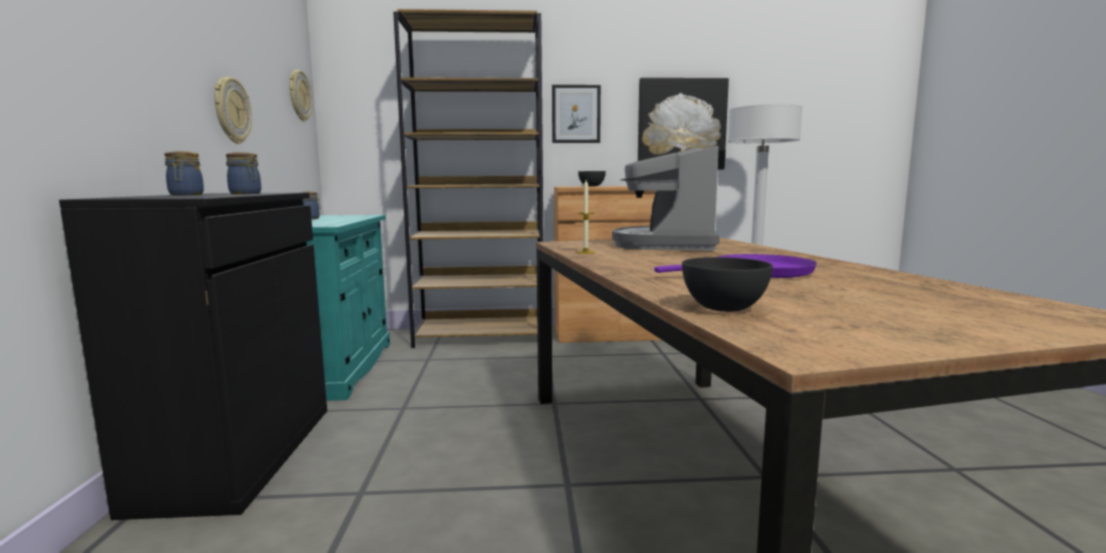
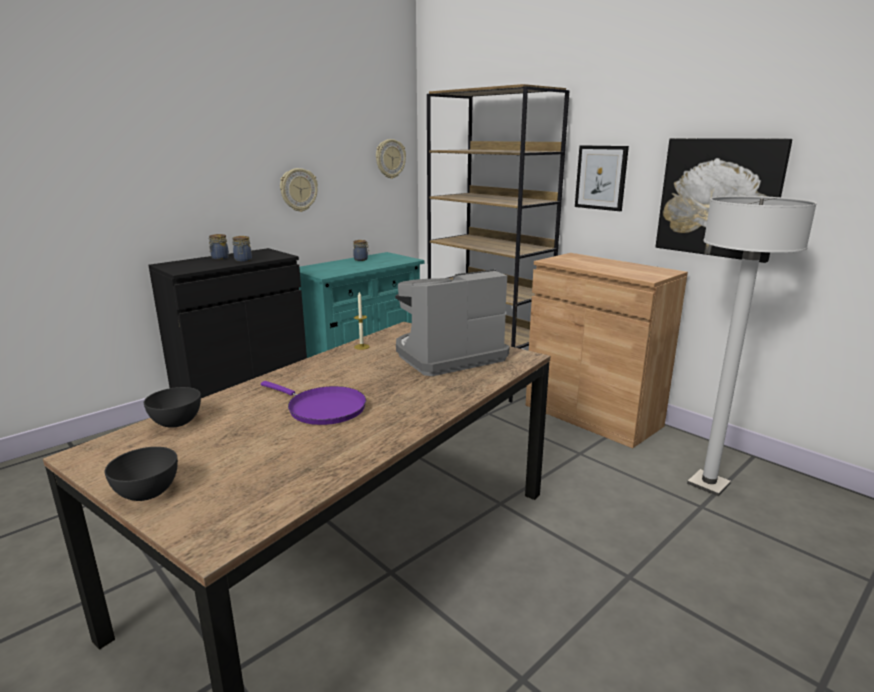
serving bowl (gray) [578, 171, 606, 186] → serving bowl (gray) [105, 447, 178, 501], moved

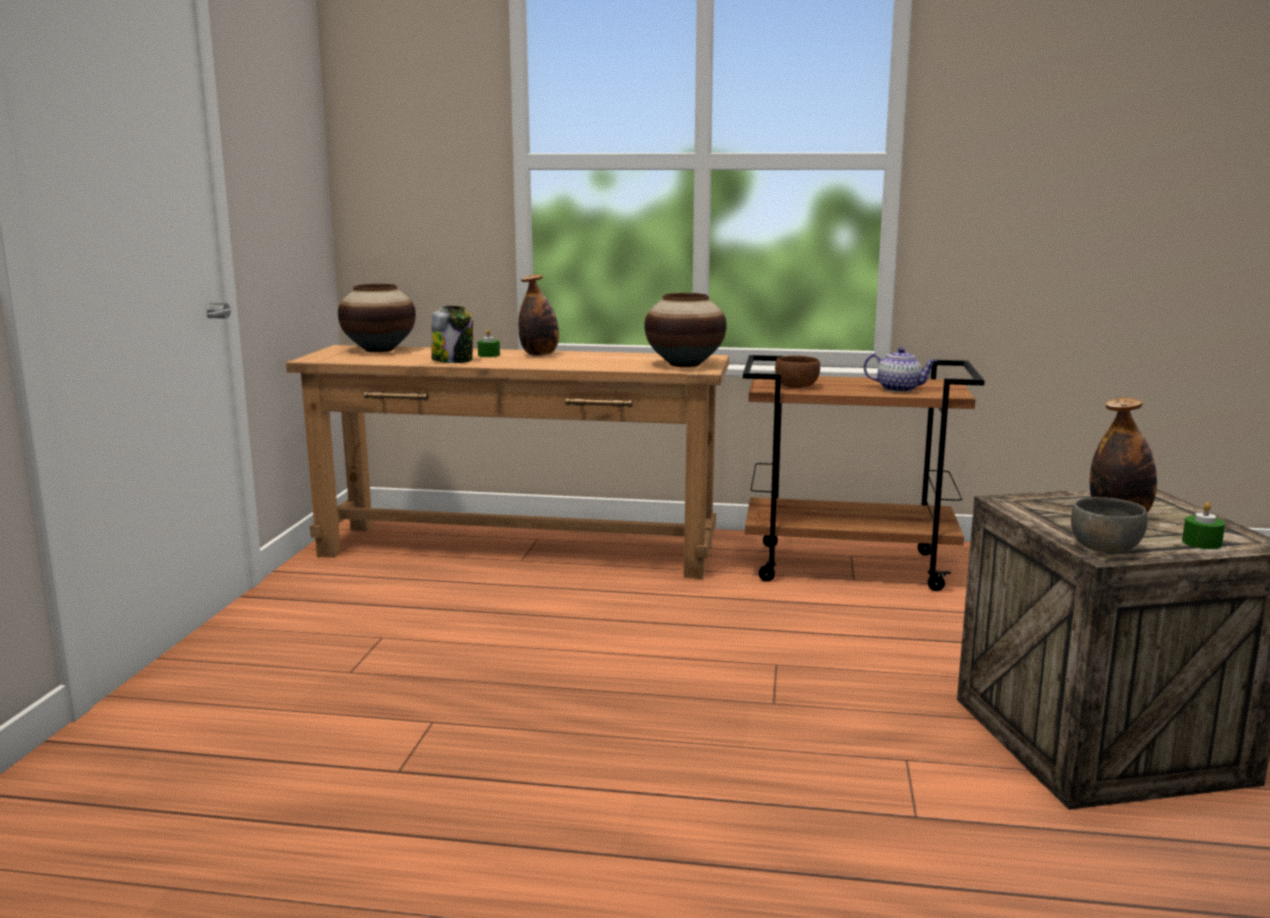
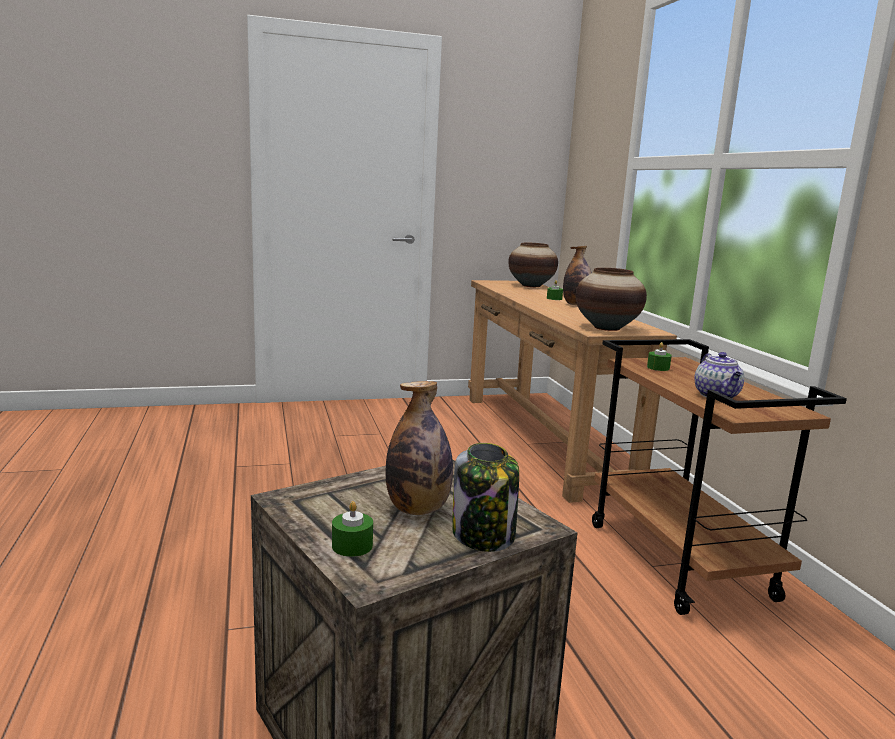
jar [431, 306, 473, 363] → jar [452, 443, 519, 552], moved
serving bowl (brown) [775, 356, 820, 388] → candle (green) [647, 342, 672, 371]
serving bowl (gray) [1071, 497, 1148, 553] → -

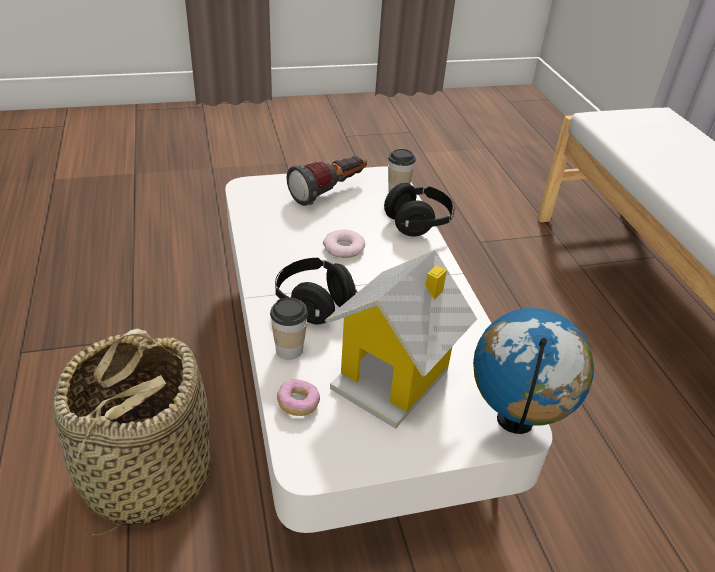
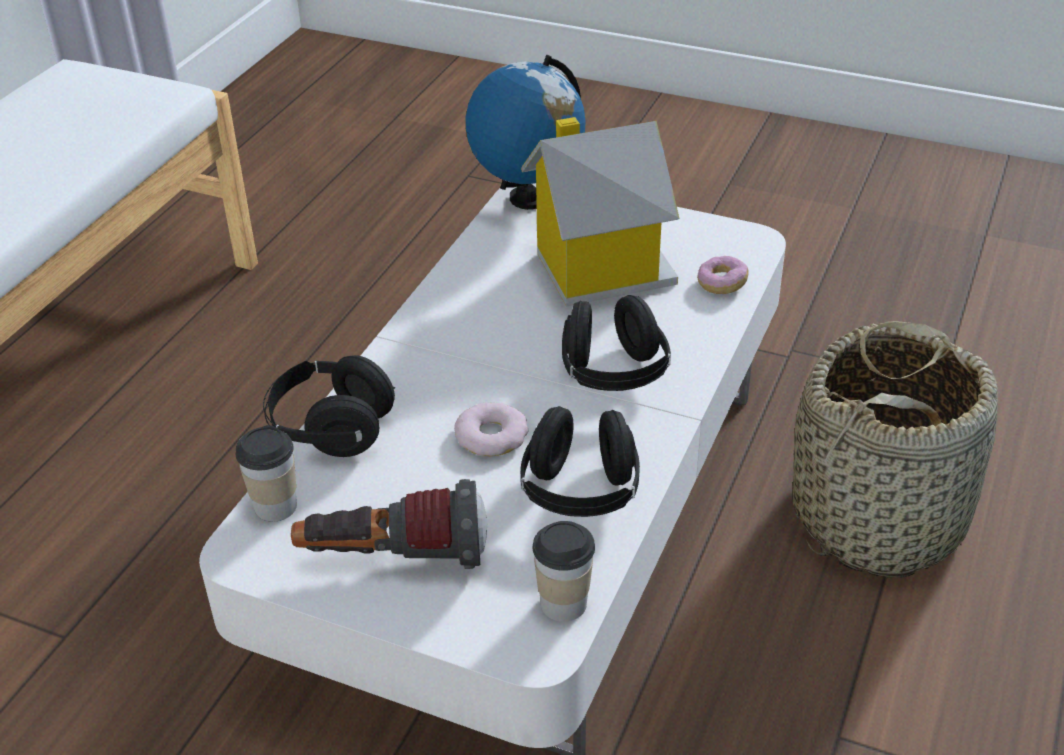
drinking cup [270, 298, 308, 360] → drinking cup [533, 521, 595, 622], moved
- → headset (black) [521, 406, 640, 517]

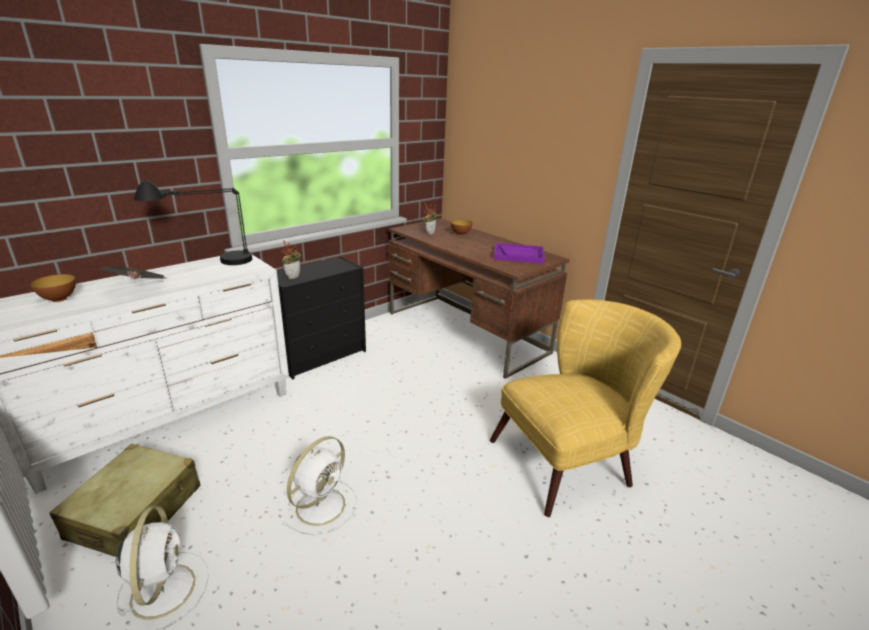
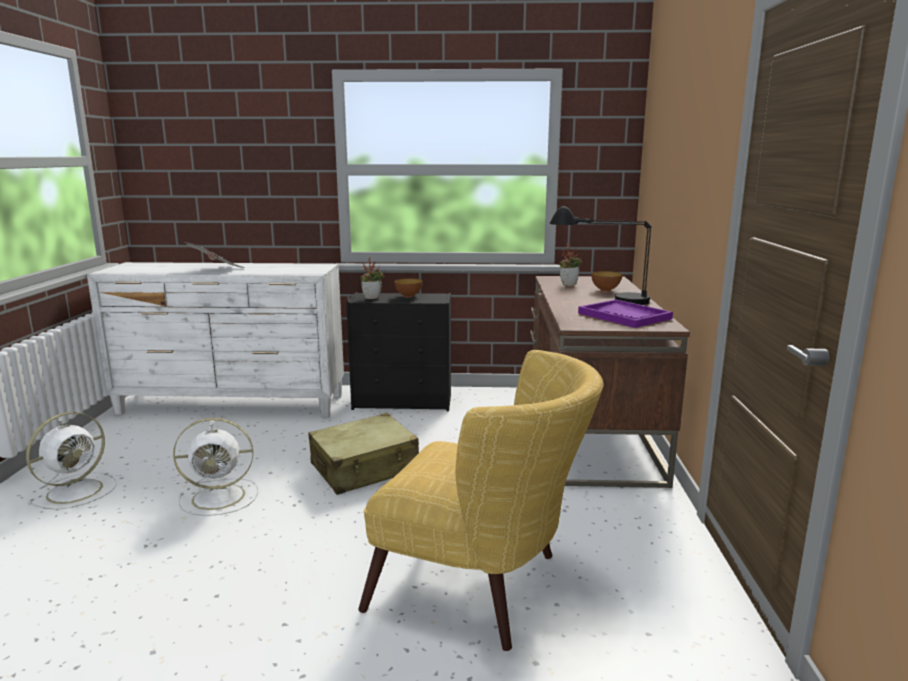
tabletop lamp (black) [134, 181, 252, 265] → tabletop lamp (black) [550, 206, 652, 305], moved
serving bowl [30, 274, 76, 302] → serving bowl [394, 278, 423, 298], moved
piece of luggage (beige) [49, 444, 201, 557] → piece of luggage (beige) [308, 413, 419, 495], moved

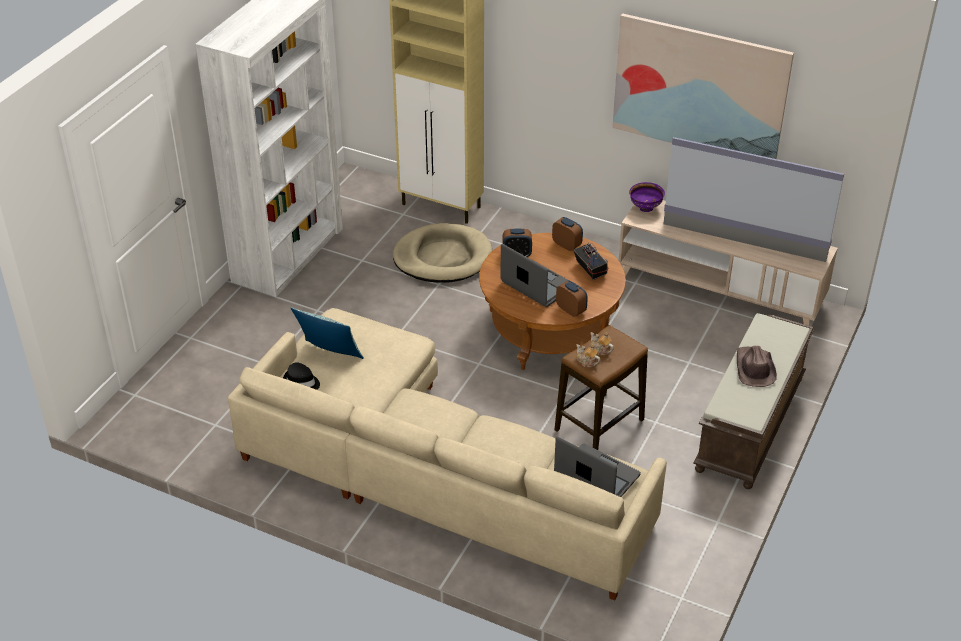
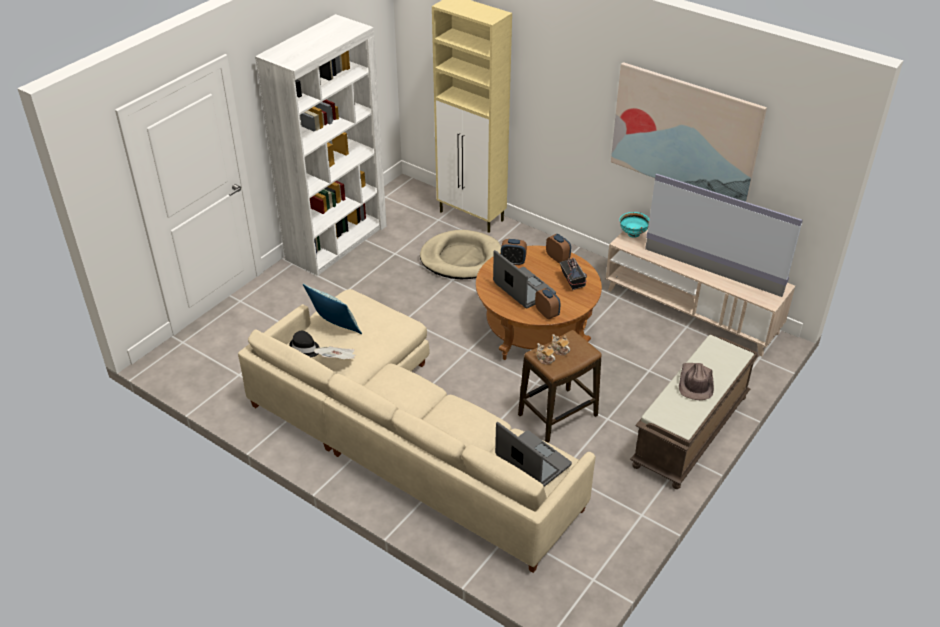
serving bowl (purple-coloured) [629, 182, 665, 212] → serving bowl (blue-green) [619, 212, 649, 238]
- → printed paper [314, 346, 356, 359]

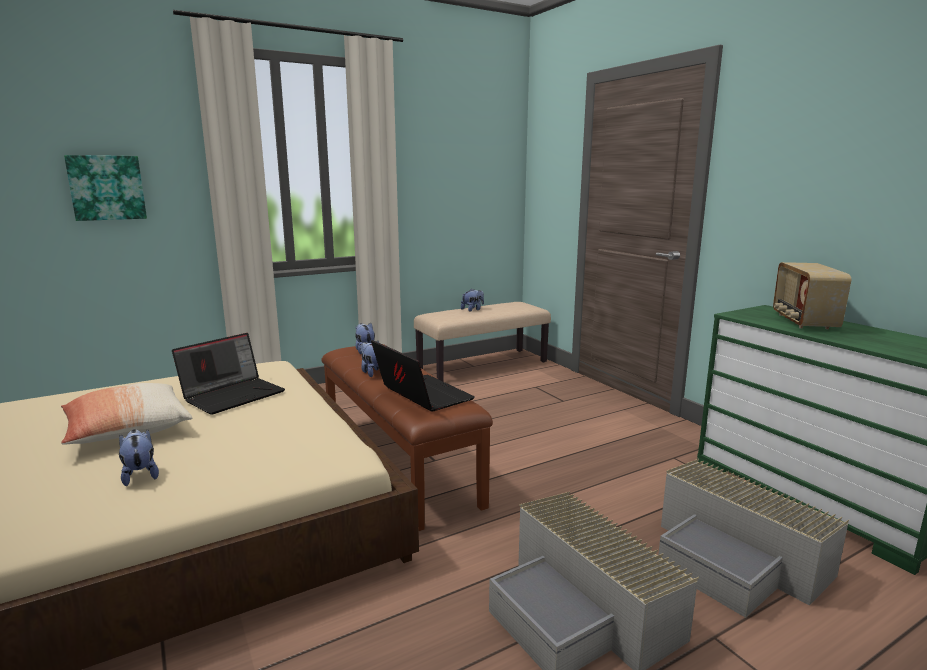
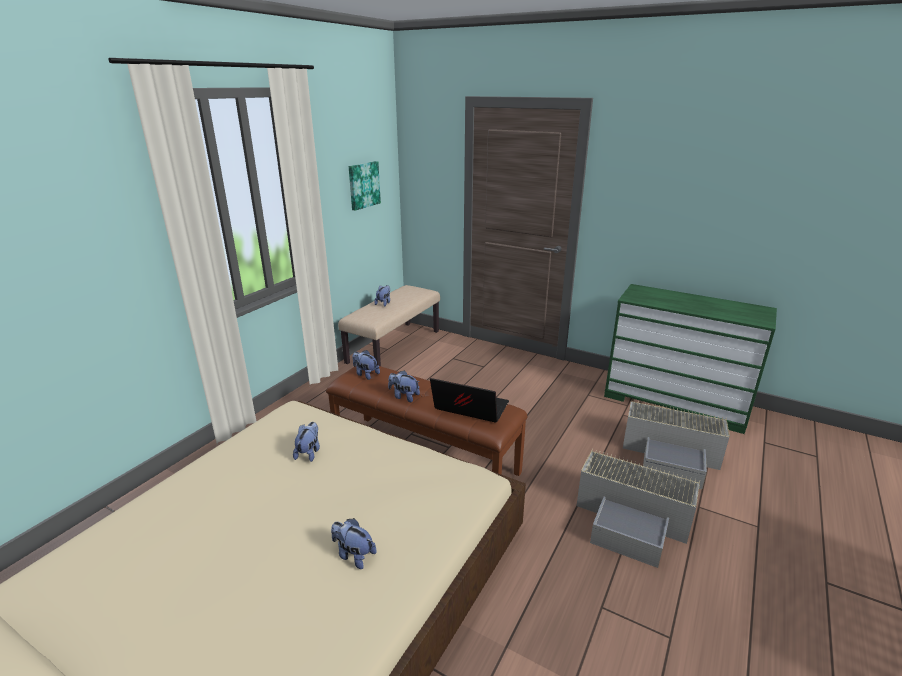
wall art [64, 155, 147, 221] → wall art [349, 161, 381, 211], moved
radio [773, 262, 851, 329] → -
portable computer [172, 333, 285, 415] → cuddly toy [293, 422, 320, 462]
throw pillow [61, 383, 192, 445] → -

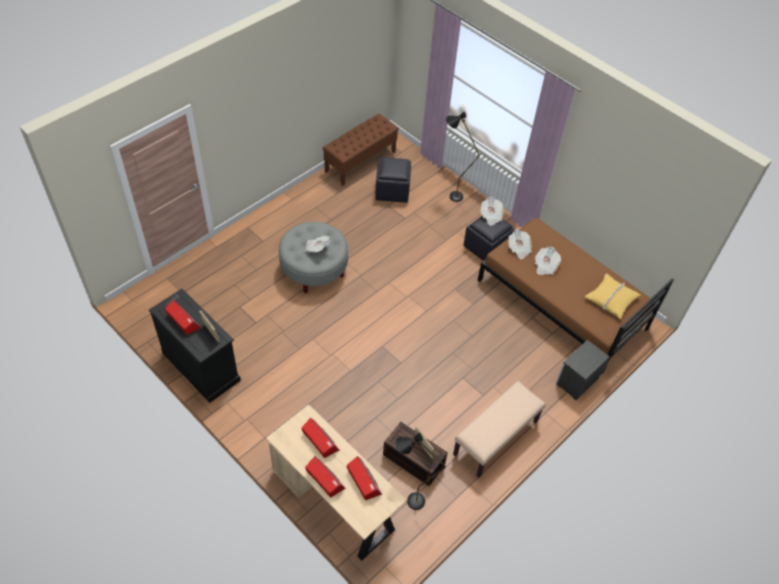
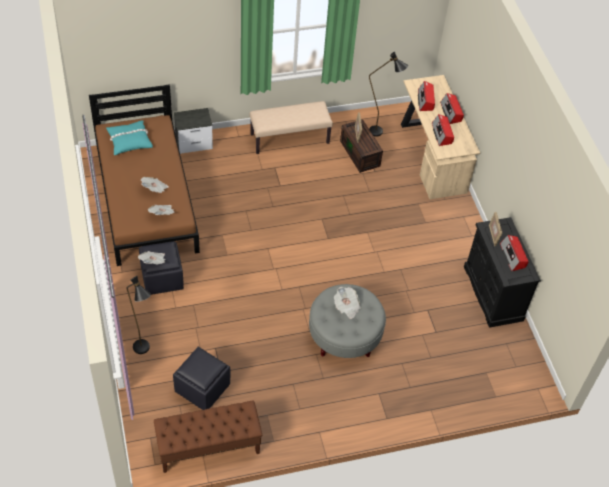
throw pillow (yellow) [585, 273, 641, 319] → throw pillow (blue-green) [106, 120, 153, 155]

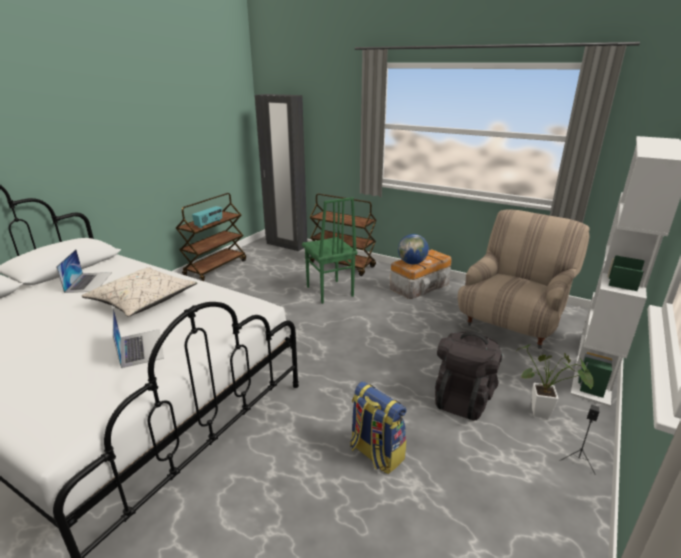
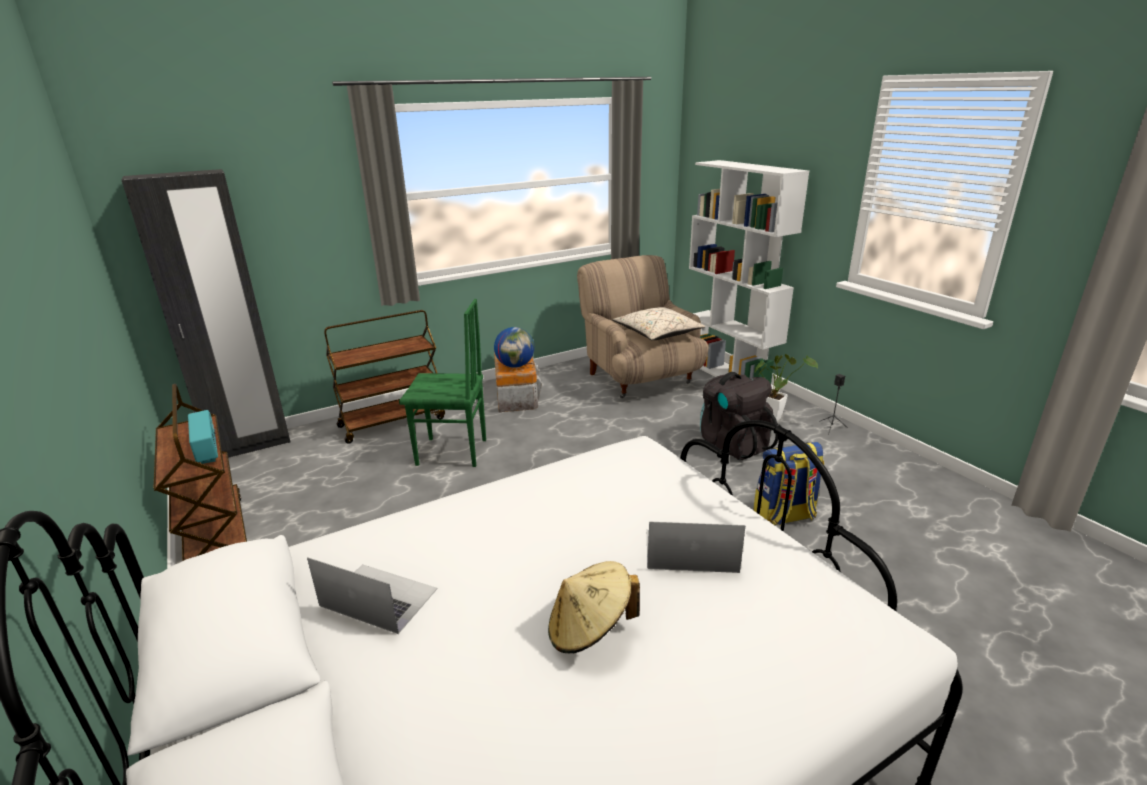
throw pillow (beige) [82, 267, 197, 317] → throw pillow (beige) [612, 307, 705, 340], moved
- → clothing hat (beige) [548, 561, 640, 653]

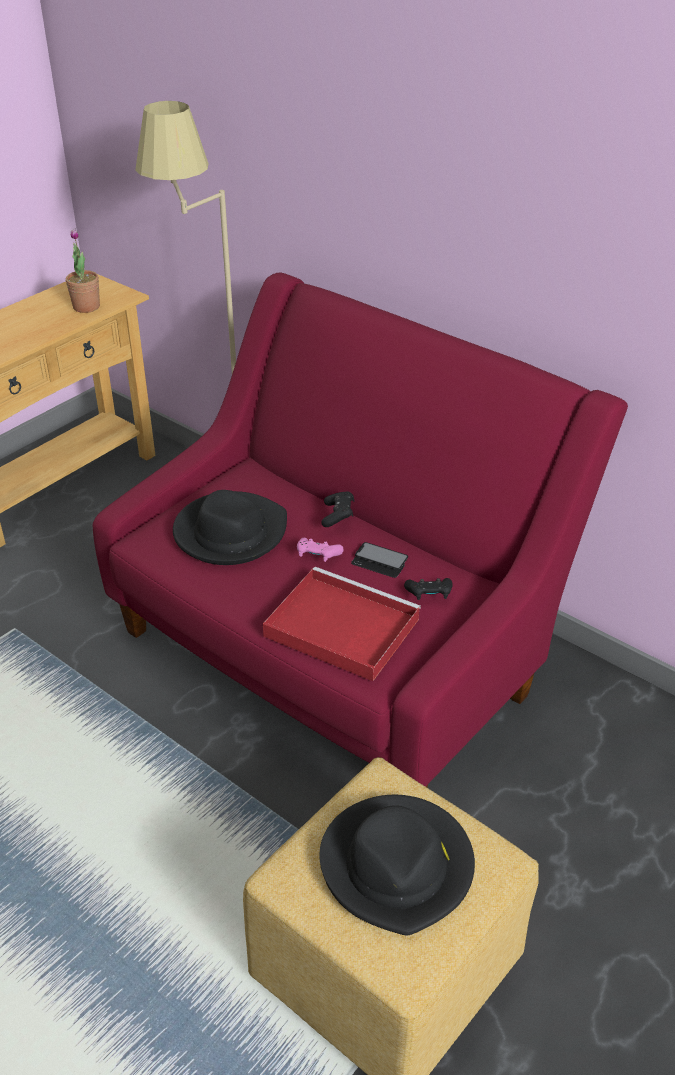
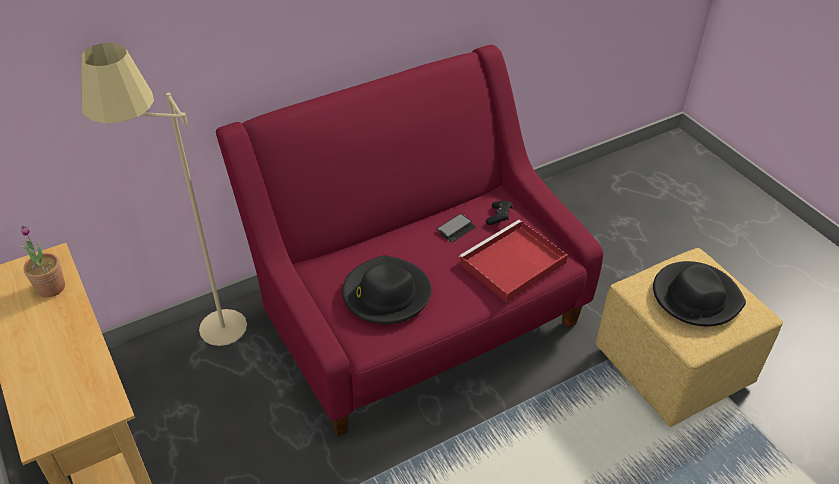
game controller (black) [321, 491, 355, 527] → -
game controller (pinkish) [297, 538, 344, 562] → -

